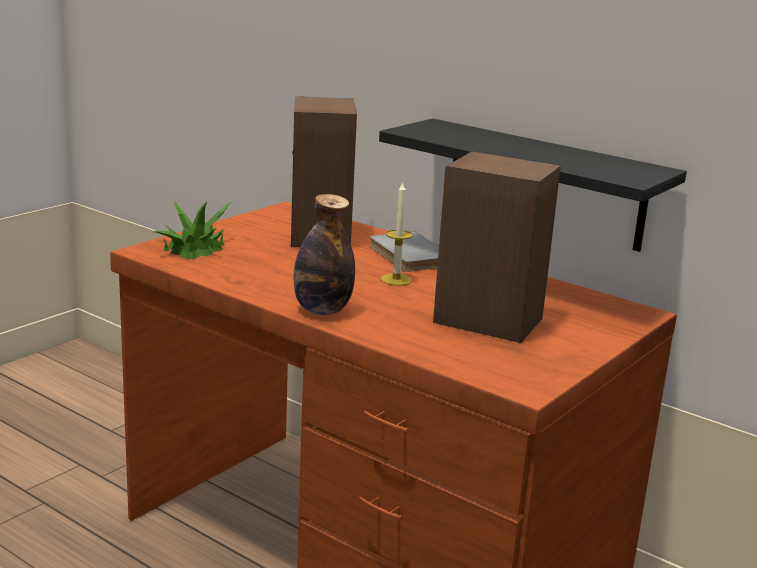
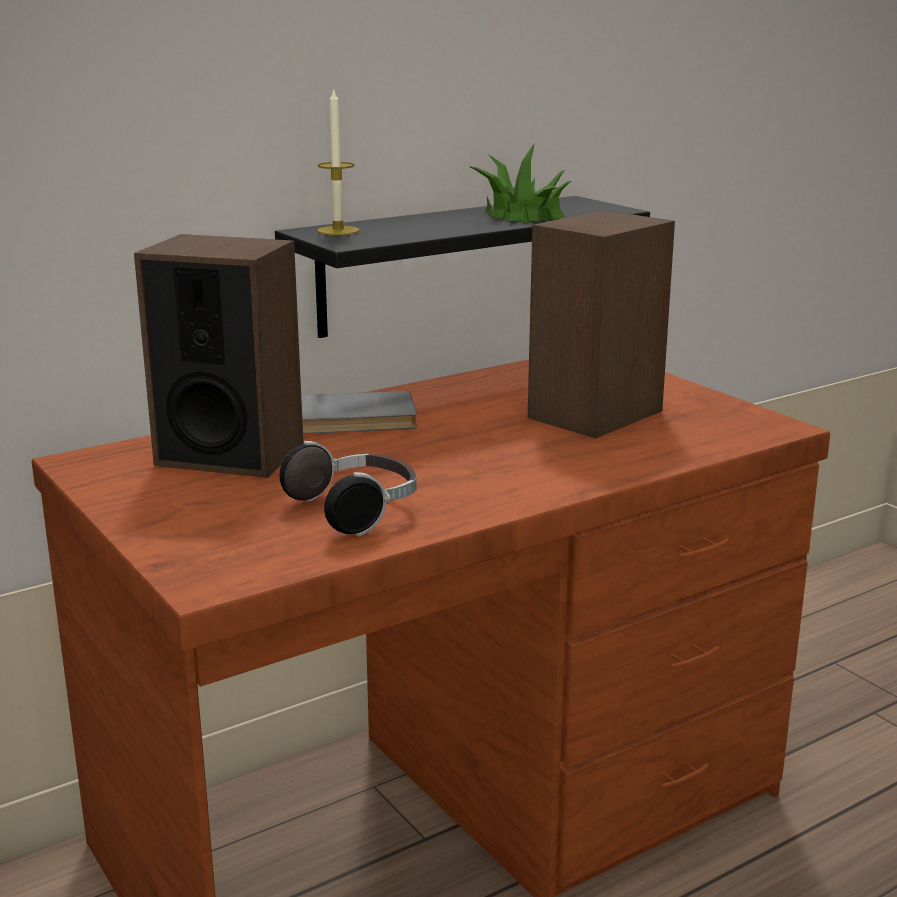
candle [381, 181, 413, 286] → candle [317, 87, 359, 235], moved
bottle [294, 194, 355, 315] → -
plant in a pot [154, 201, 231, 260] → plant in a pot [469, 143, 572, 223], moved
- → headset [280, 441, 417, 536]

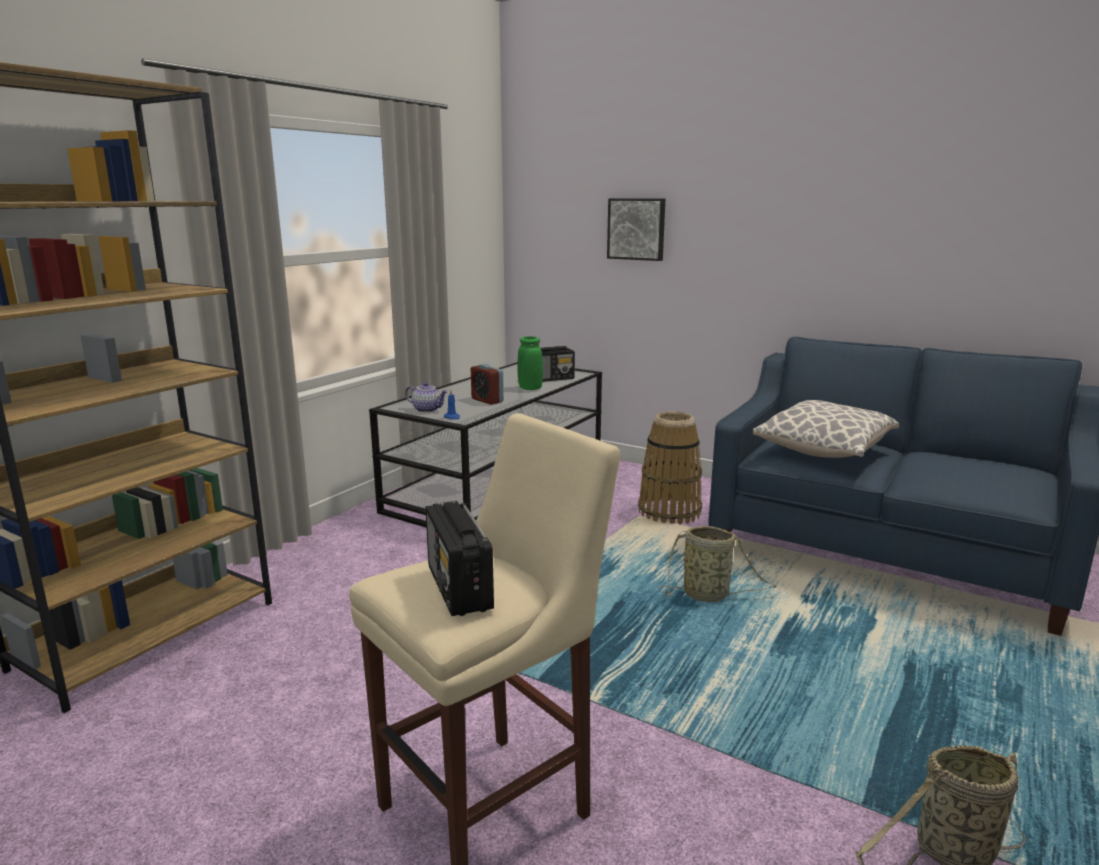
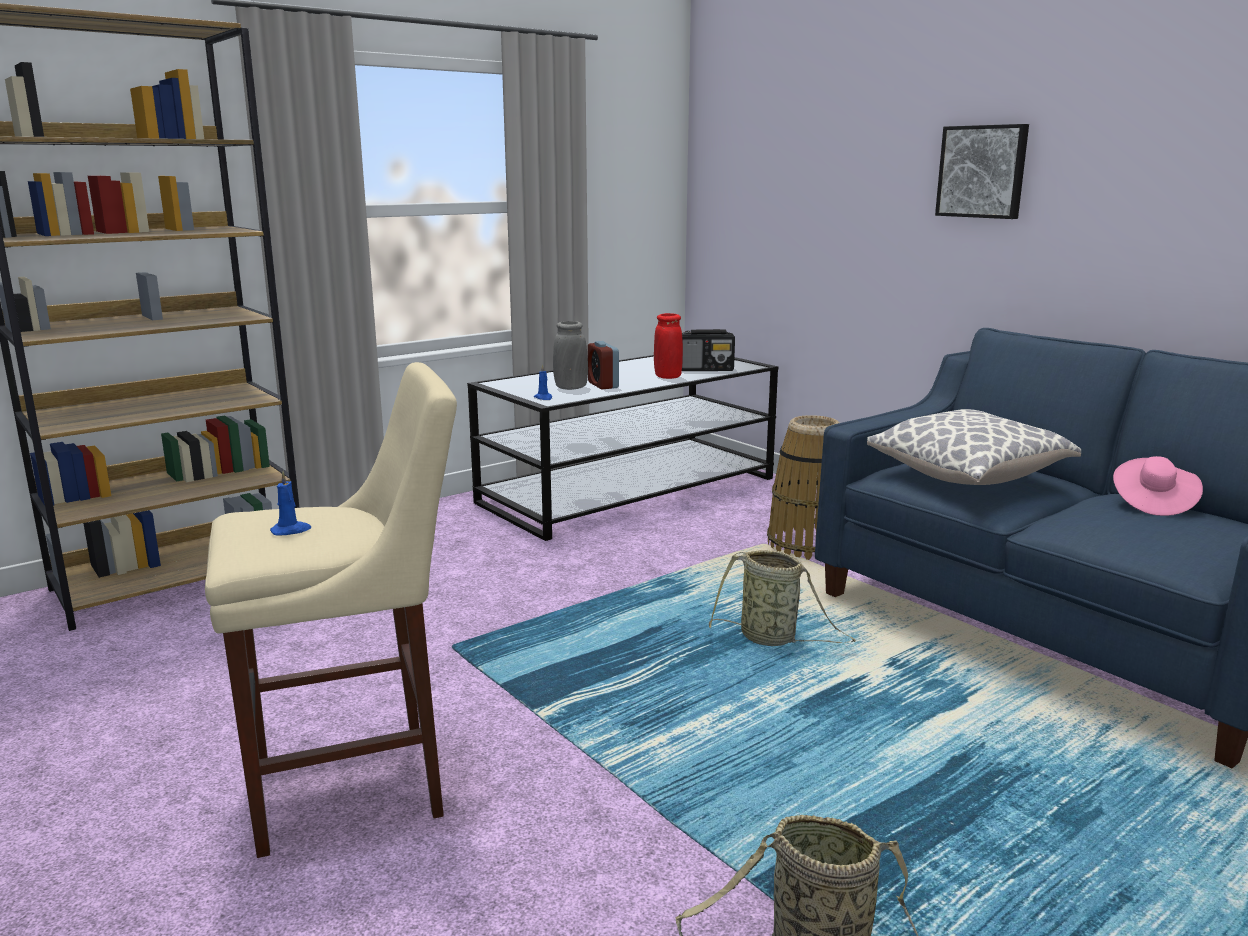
wall art [607, 198, 665, 261] → wall art [935, 124, 1029, 219], moved
vase (green) [517, 336, 543, 390] → vase (red-coloured) [654, 313, 683, 379]
tea pot [405, 382, 448, 413] → -
radio [425, 501, 494, 616] → candle (blue) [270, 471, 311, 535]
- → vase (gray) [553, 321, 588, 390]
- → clothing hat (pinkish) [1113, 456, 1203, 516]

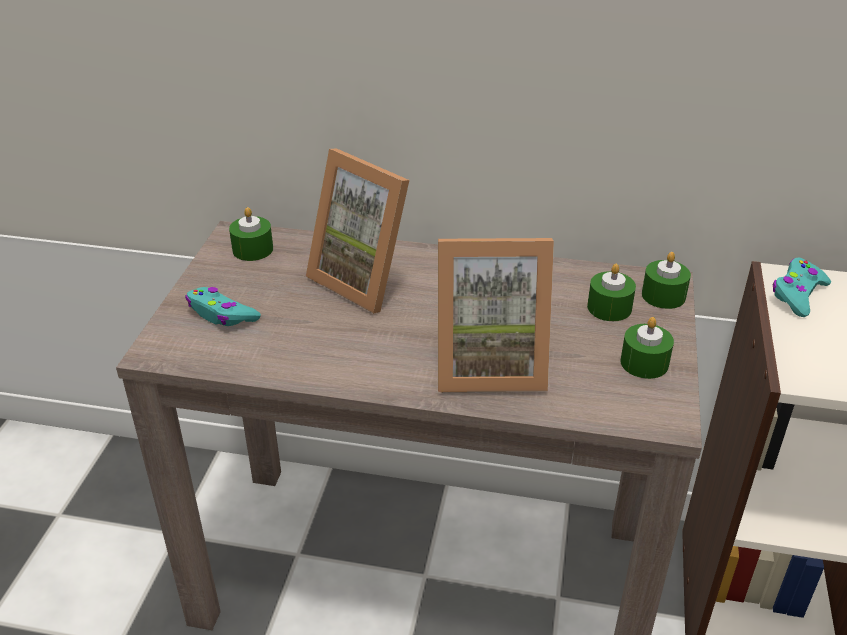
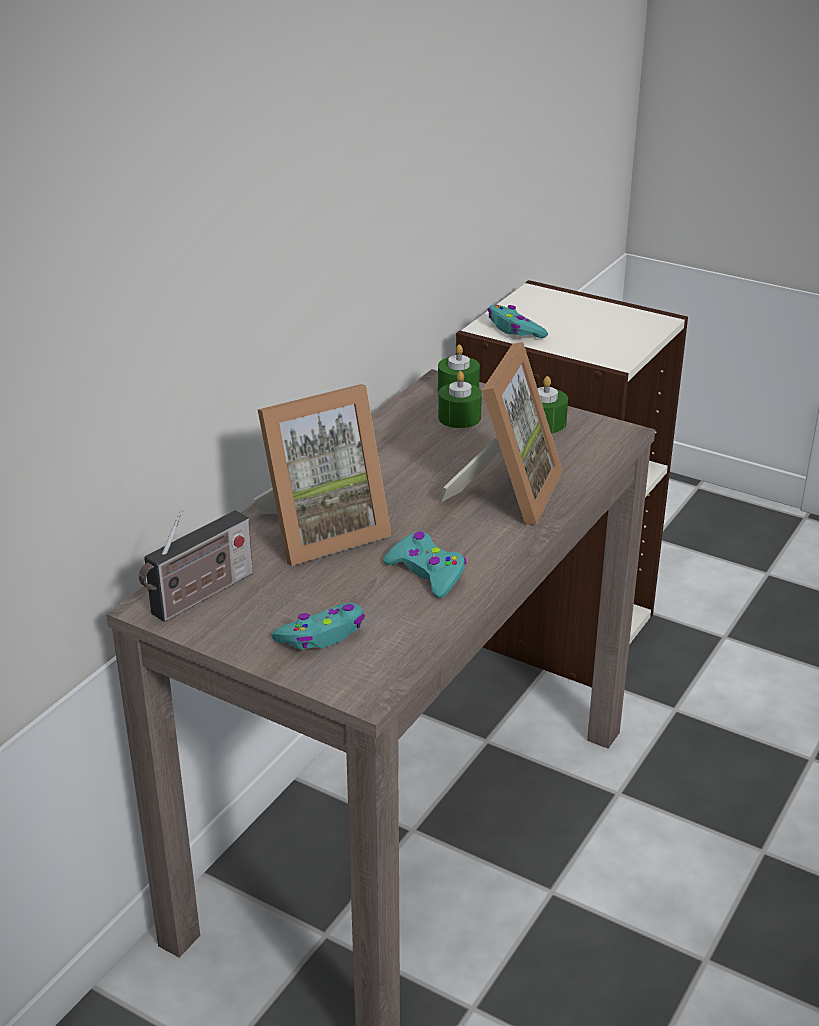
candle (green) [229, 207, 273, 261] → radio [139, 510, 253, 622]
- → game controller (blue-green) [383, 531, 467, 598]

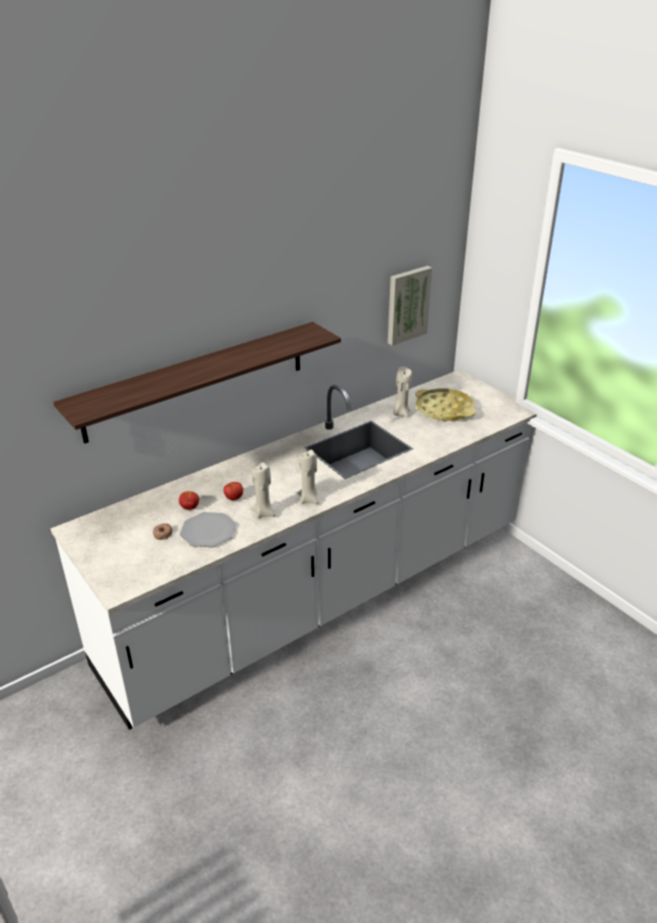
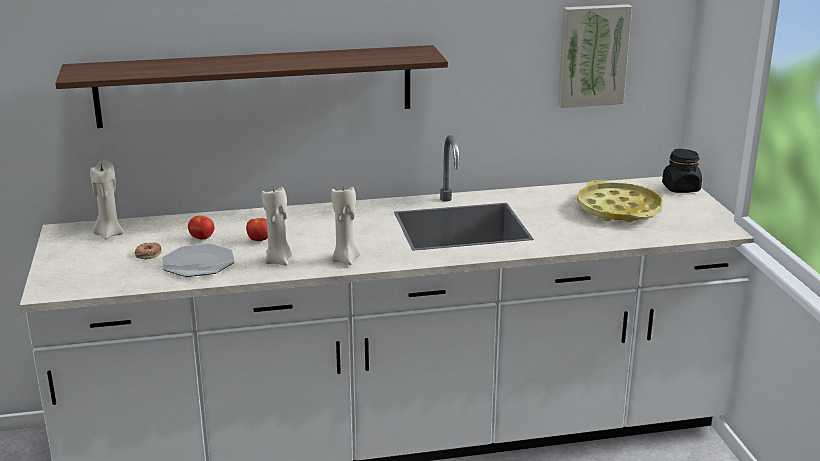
candle (beige) [393, 367, 412, 417] → candle (beige) [90, 160, 124, 239], moved
- → jar (black) [662, 149, 702, 193]

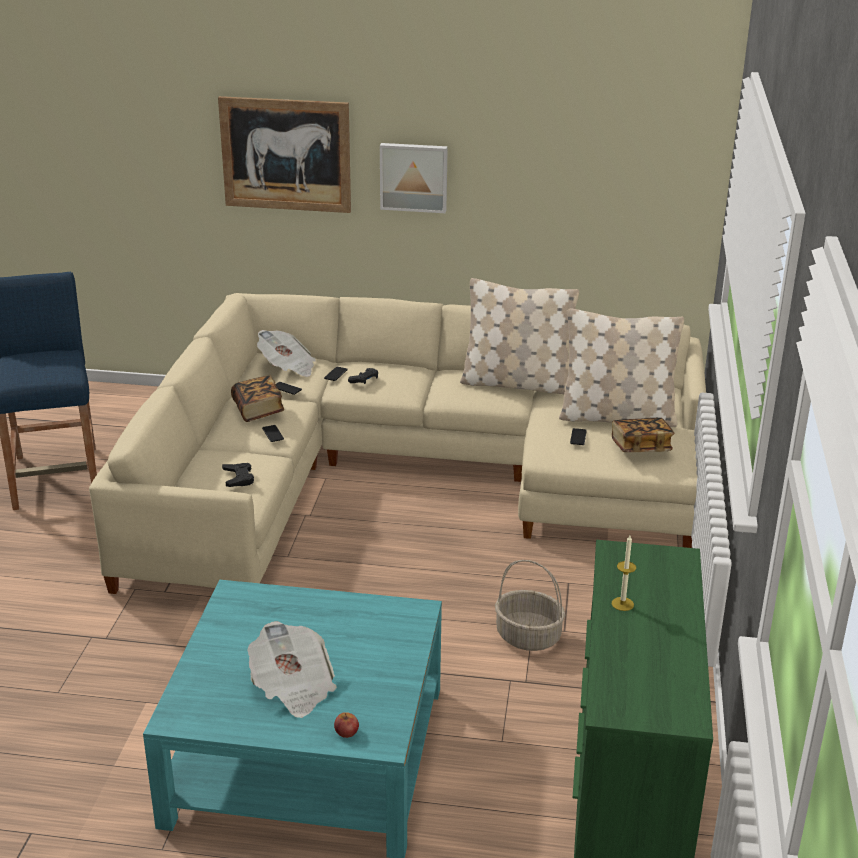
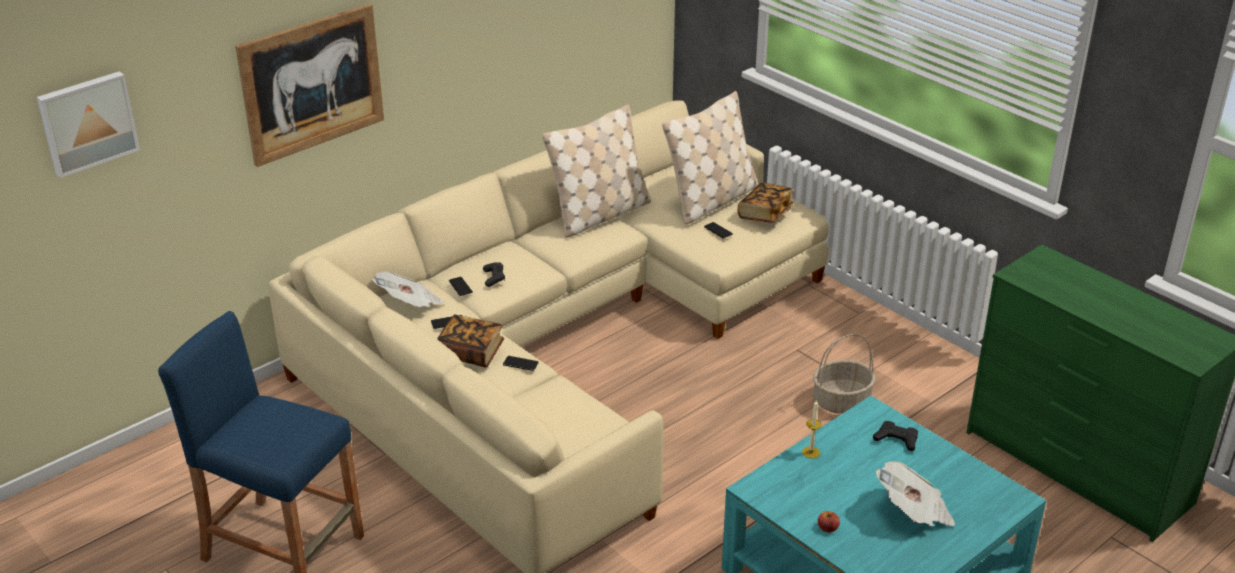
wall art [380, 143, 448, 213] → wall art [37, 71, 140, 178], moved
game controller (black) [222, 463, 254, 487] → game controller (black) [873, 421, 918, 451], moved
candle [612, 535, 636, 611] → candle [802, 400, 822, 458], moved
apple fruit [334, 712, 359, 738] → apple fruit [818, 511, 840, 532], moved

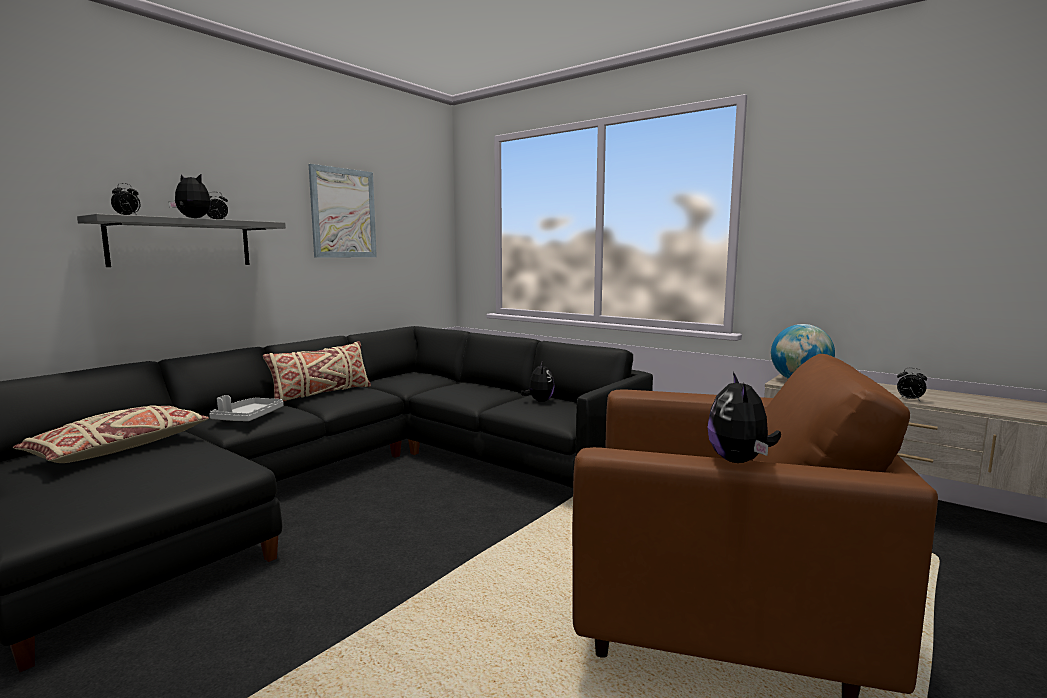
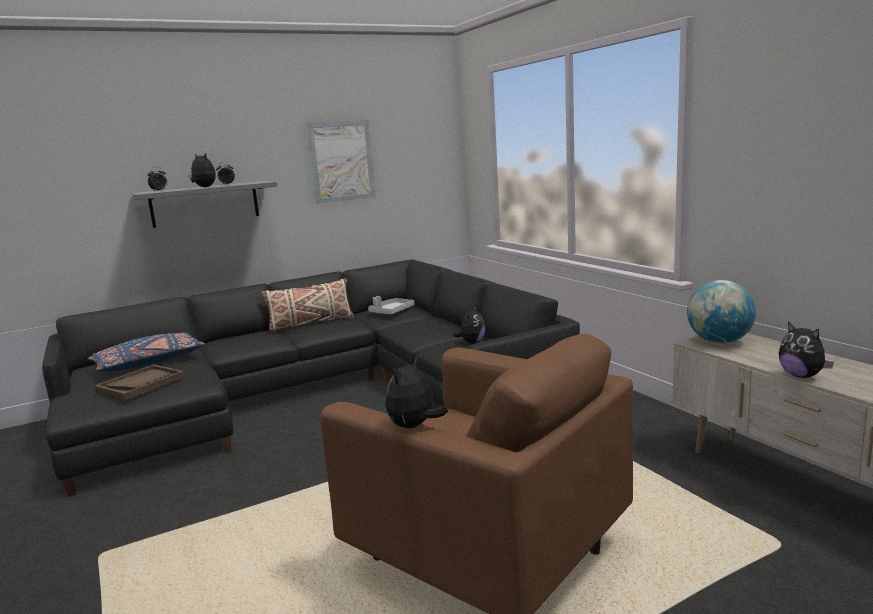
alarm clock [897, 368, 927, 401] → cuddly toy [779, 322, 834, 378]
tray (gray) [209, 395, 283, 421] → tray (gray) [368, 296, 415, 314], moved
throw pillow (beige) [13, 405, 209, 463] → throw pillow (blue) [87, 333, 205, 372]
- → tray (brown) [94, 365, 185, 400]

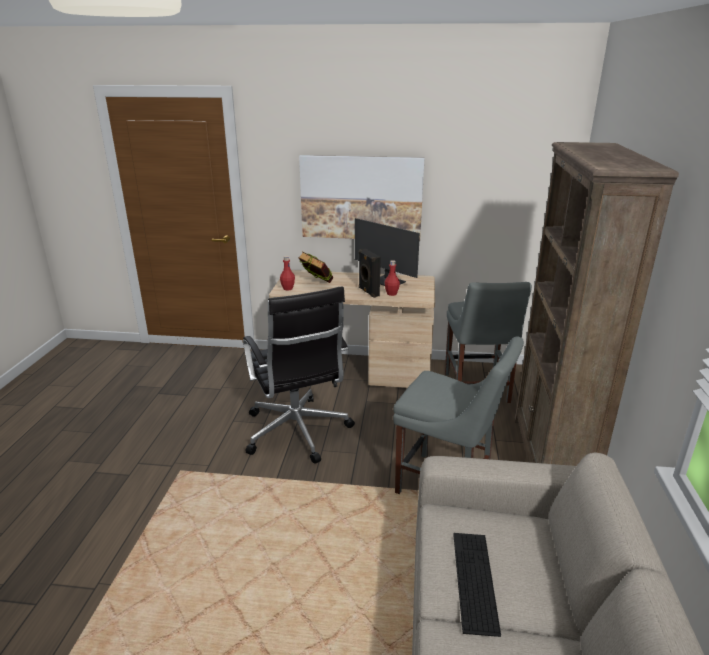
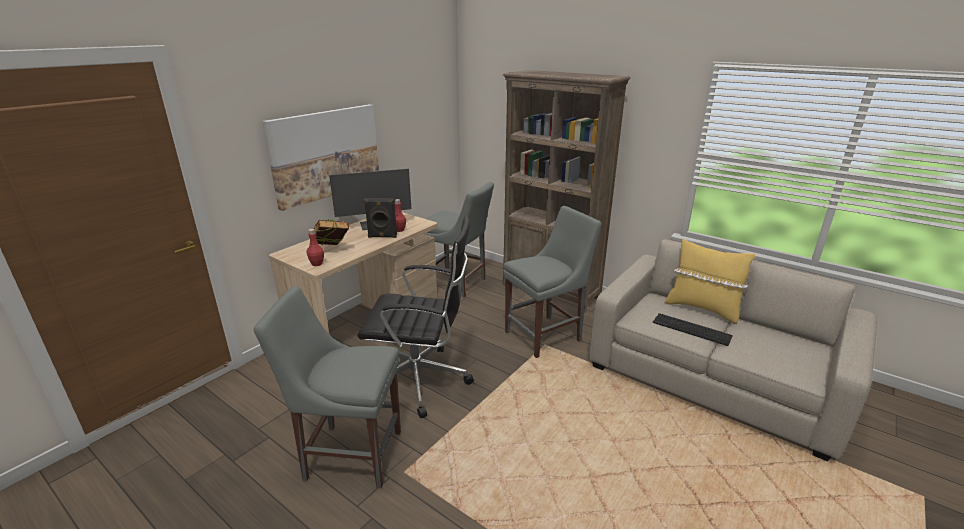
- → throw pillow (yellow) [665, 238, 755, 324]
- → upright chair (gray) [254, 287, 401, 488]

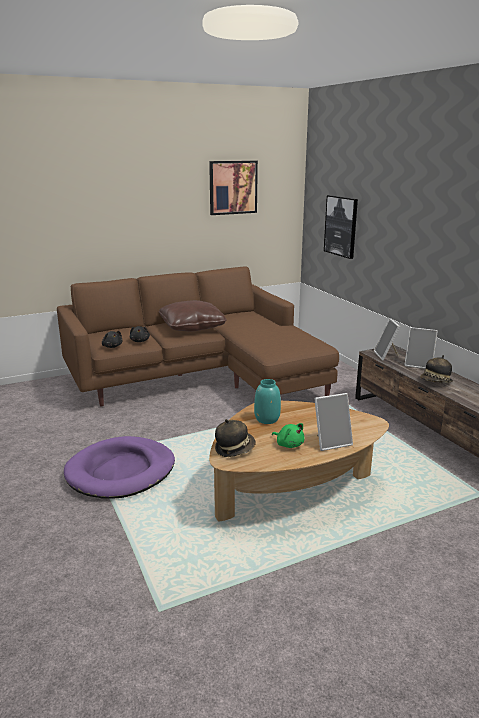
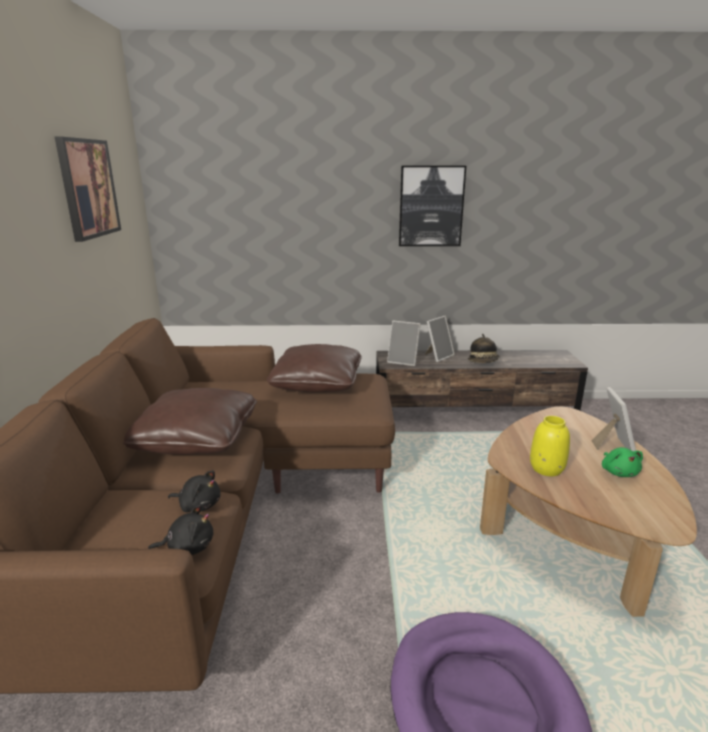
wall art [324, 195, 358, 259] → wall art [399, 166, 466, 246], moved
vase (blue-green) [254, 379, 281, 424] → vase (yellow) [530, 416, 570, 476]
clothing hat [215, 419, 256, 457] → -
cuddly toy (green) [272, 423, 305, 448] → cuddly toy (green) [602, 447, 643, 477], 105 degrees clockwise
- → throw pillow (brown) [266, 344, 362, 393]

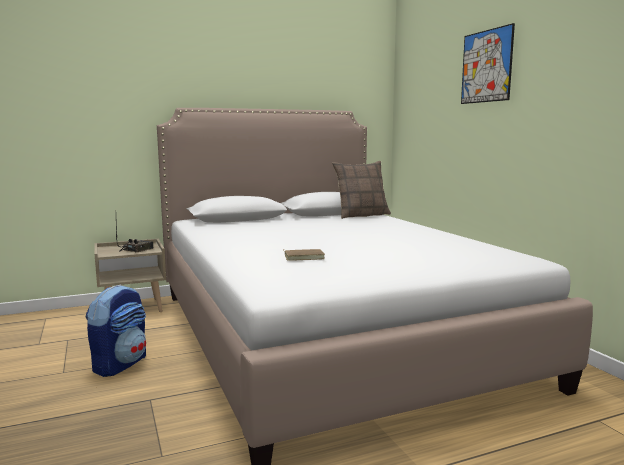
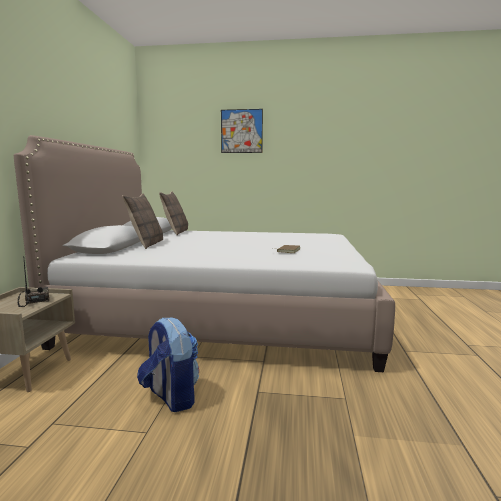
- → throw pillow [122, 193, 163, 249]

